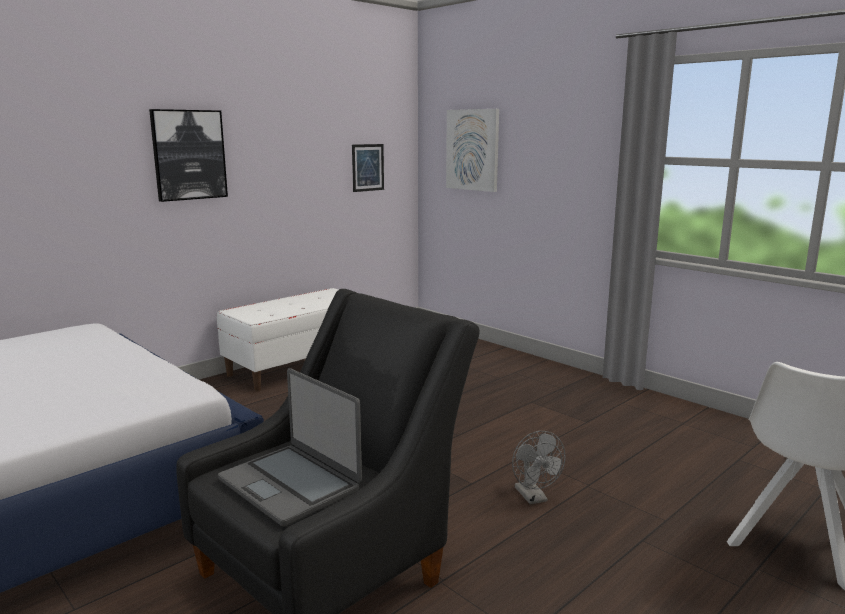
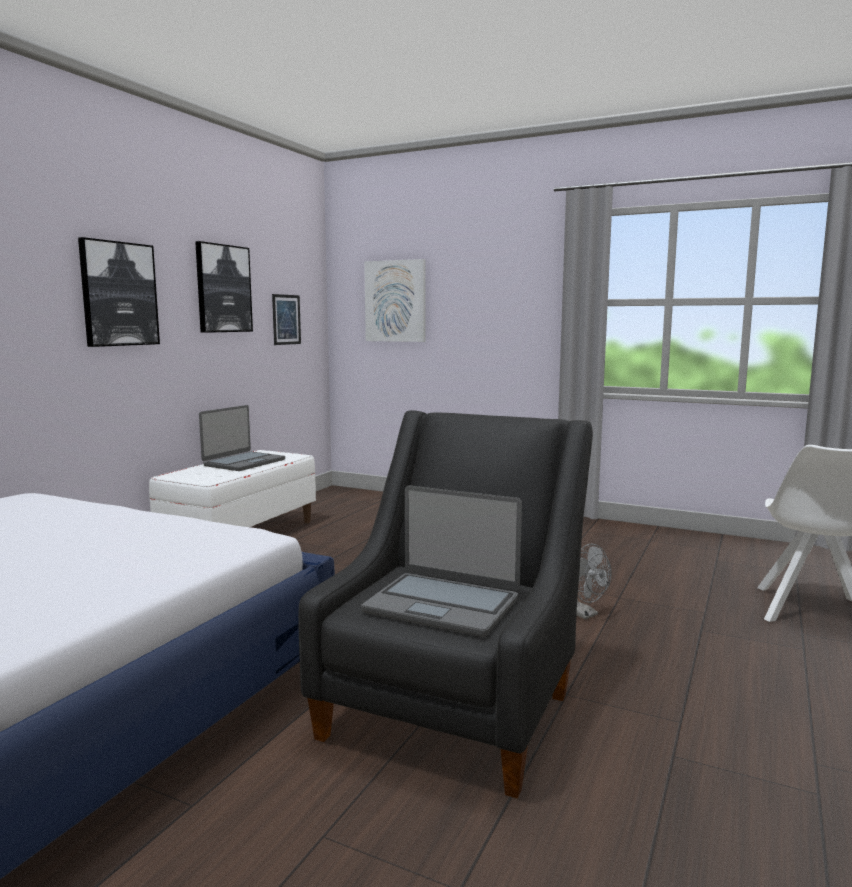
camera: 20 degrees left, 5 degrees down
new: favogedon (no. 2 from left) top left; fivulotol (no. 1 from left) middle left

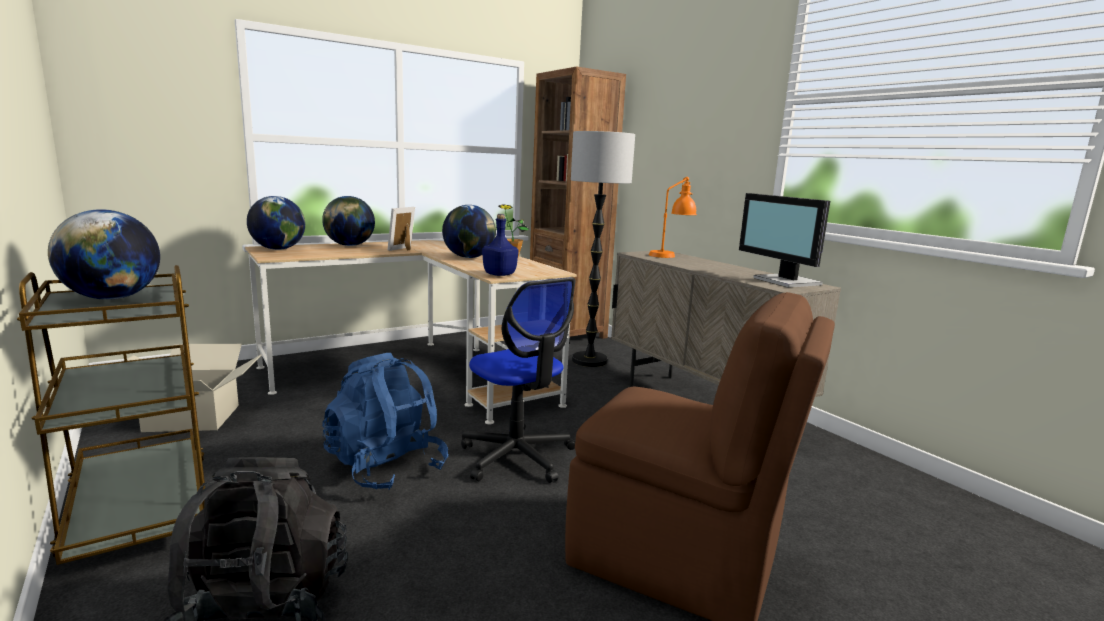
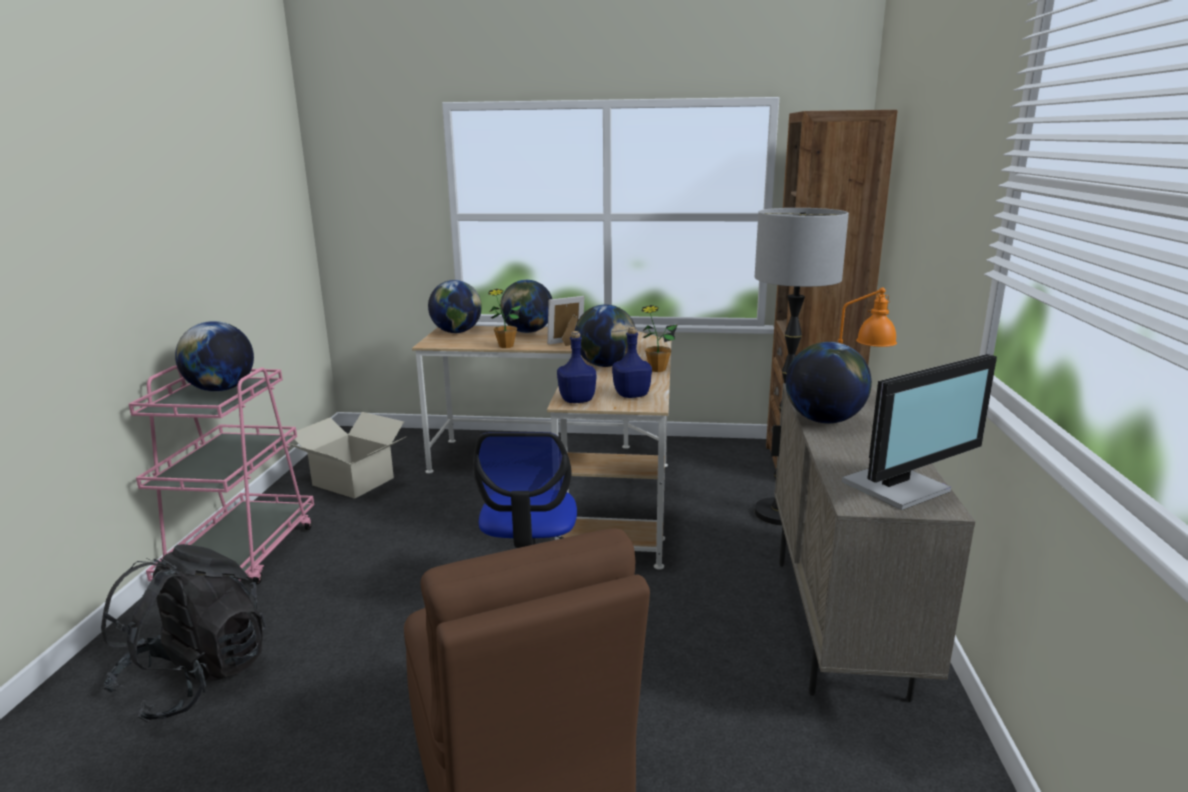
camera: 40 degrees right, 5 degrees up
gone: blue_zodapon bottom centre
new: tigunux (no. 1 from left) centre; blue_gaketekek (no. 2 from left) centre; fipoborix (no. 5 from left) middle right
repainted: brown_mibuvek bottom left to pink_mibuvek middle left
rotated: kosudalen middle right = middle right 135 degrees counterclockwise

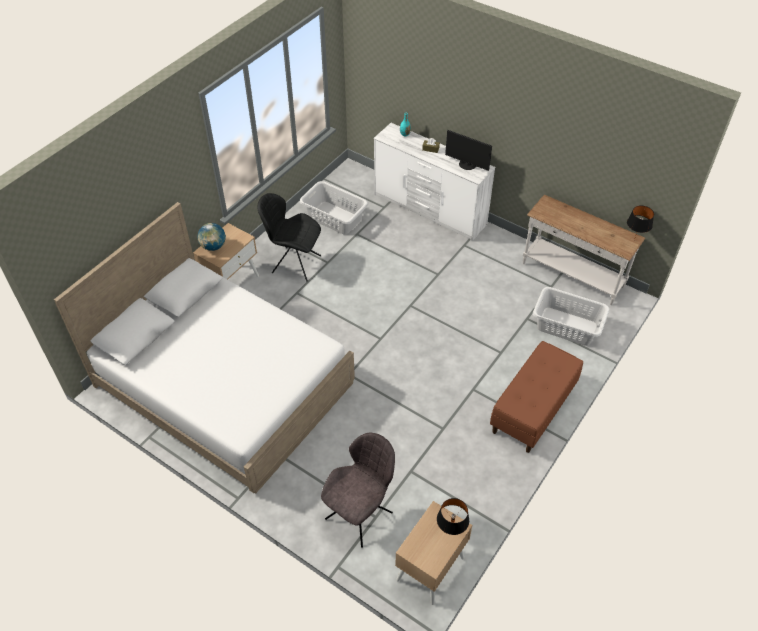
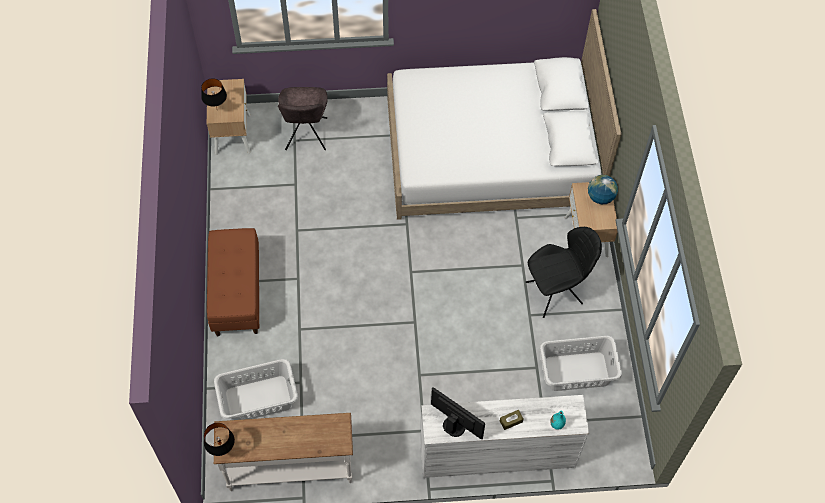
camera: 140 degrees right, 10 degrees up
rotated: kosudalen top centre = bottom centre 45 degrees clockwise

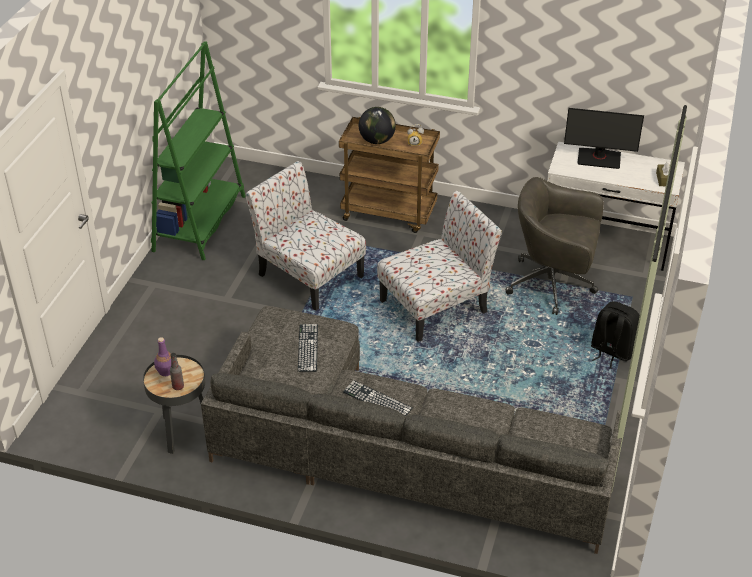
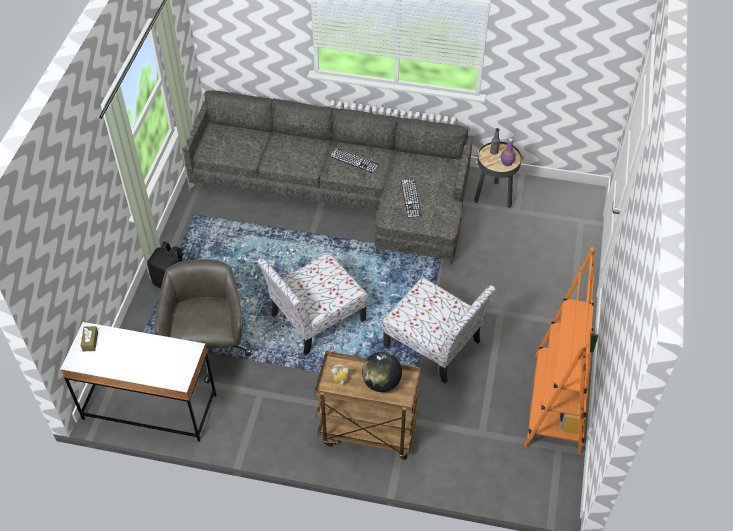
camera: 175 degrees right, 10 degrees up
gone: kosudalen top right
repainted: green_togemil top left to orange_togemil middle right
rotated: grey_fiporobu middle right = middle left 105 degrees counterclockwise

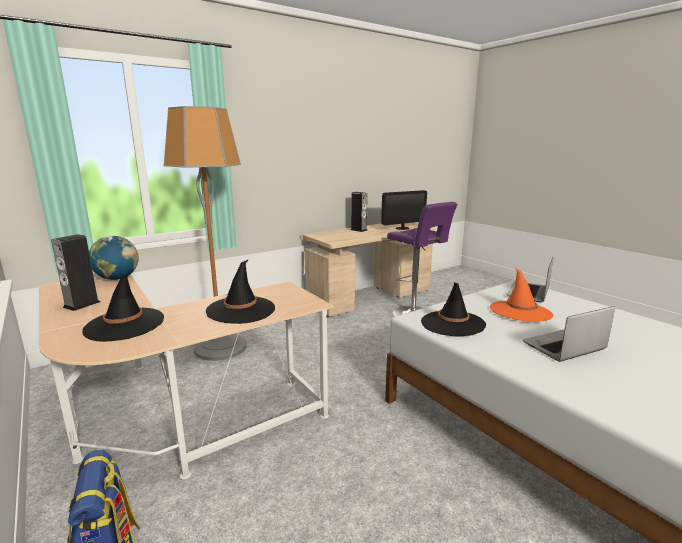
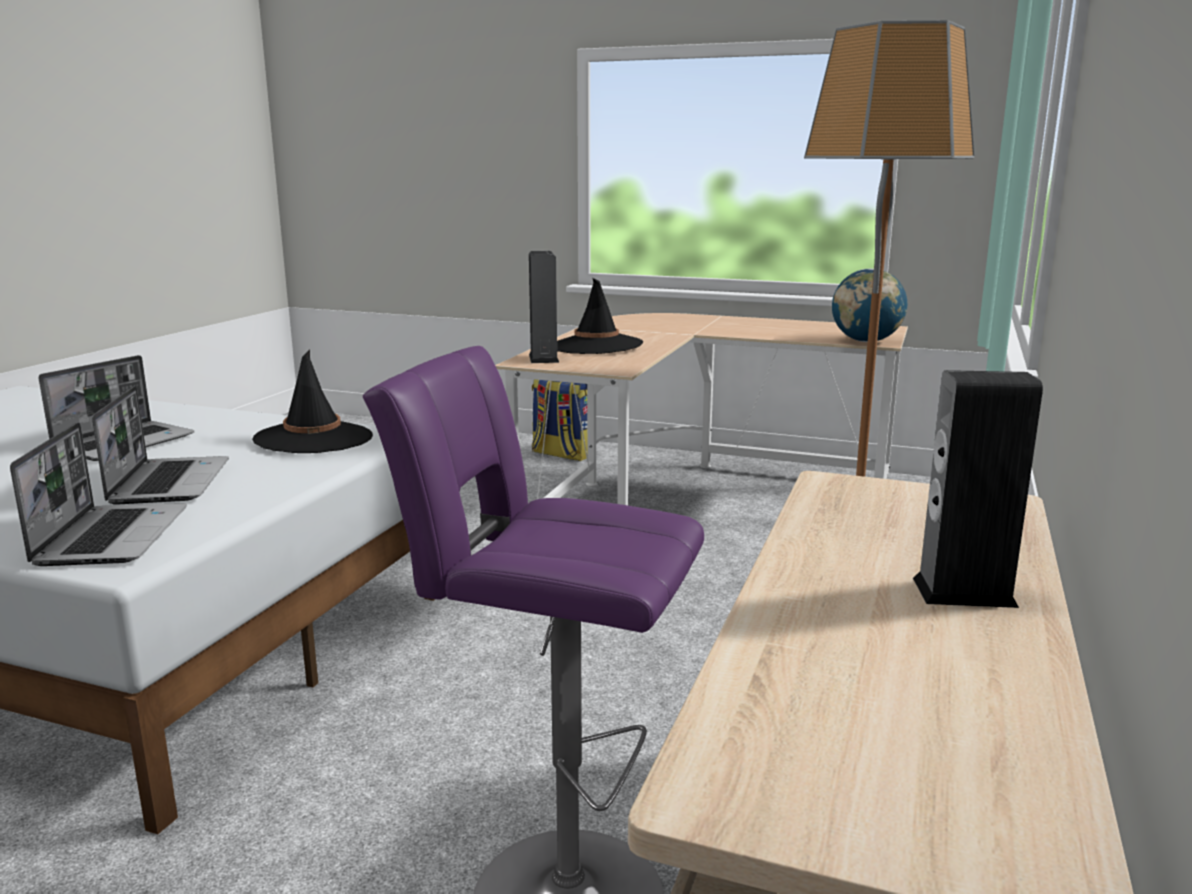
camera: 145 degrees right, 0 degrees up
gone: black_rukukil (no. 1 from left) middle left; kosudalen centre
shifted: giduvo (no. 1 from left) middle left to centre
swapped: orange_rukukil middle right to fivulotol (no. 3 from left) middle left

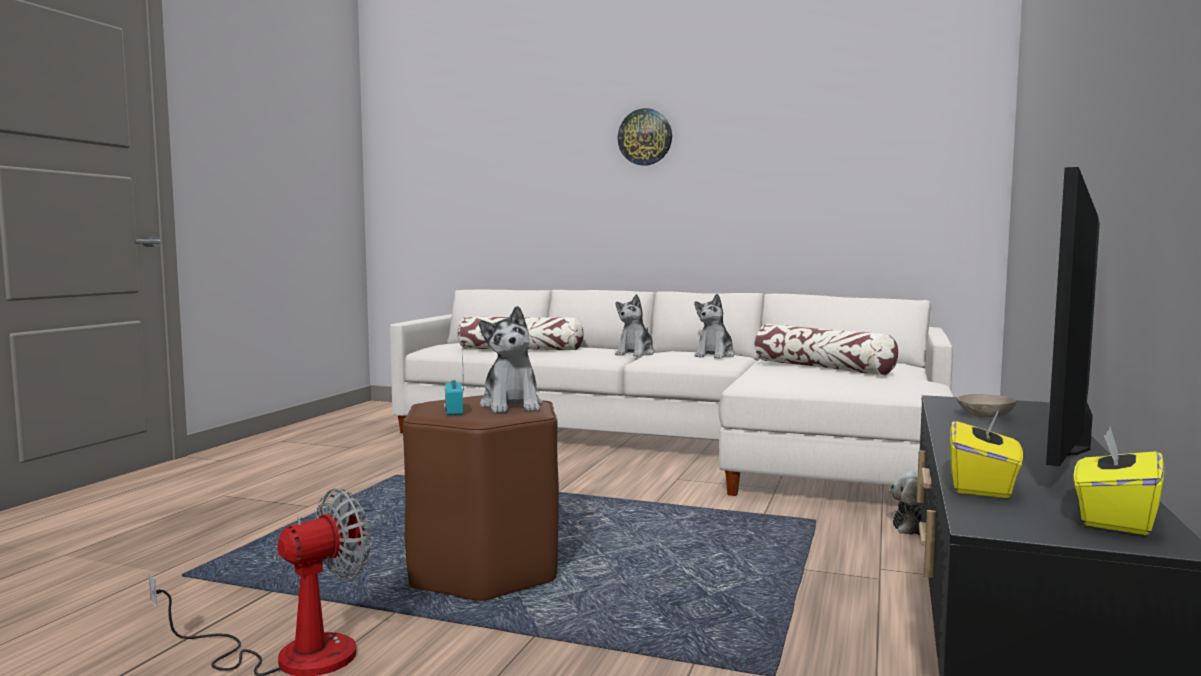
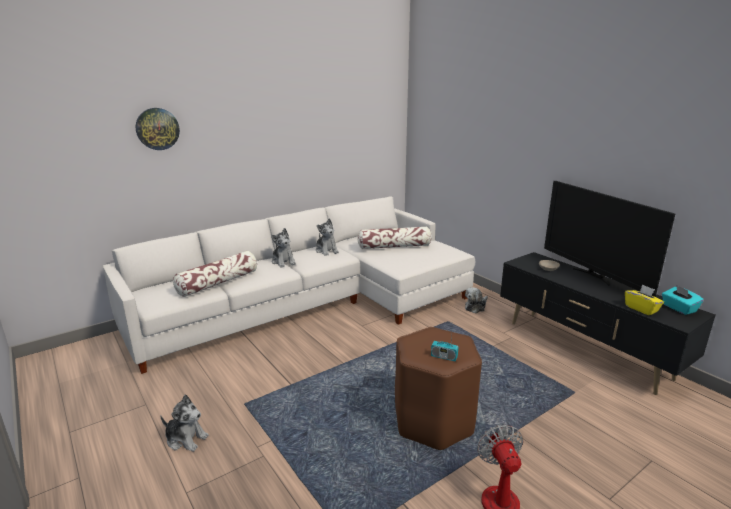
camera: 55 degrees left, 15 degrees up
shifted: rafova top centre to top left; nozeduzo (no. 1 from left) centre to bottom left
repainted: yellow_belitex (no. 2 from left) bottom right to turquoise_belitex middle right

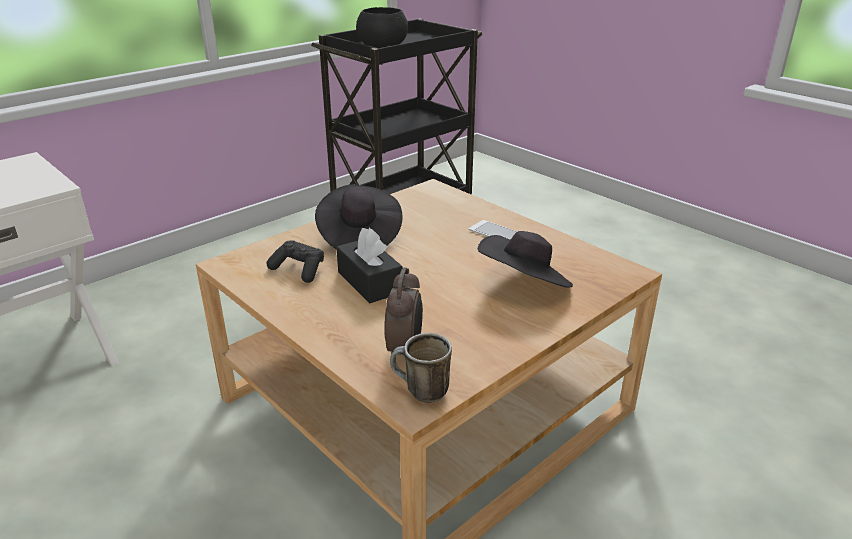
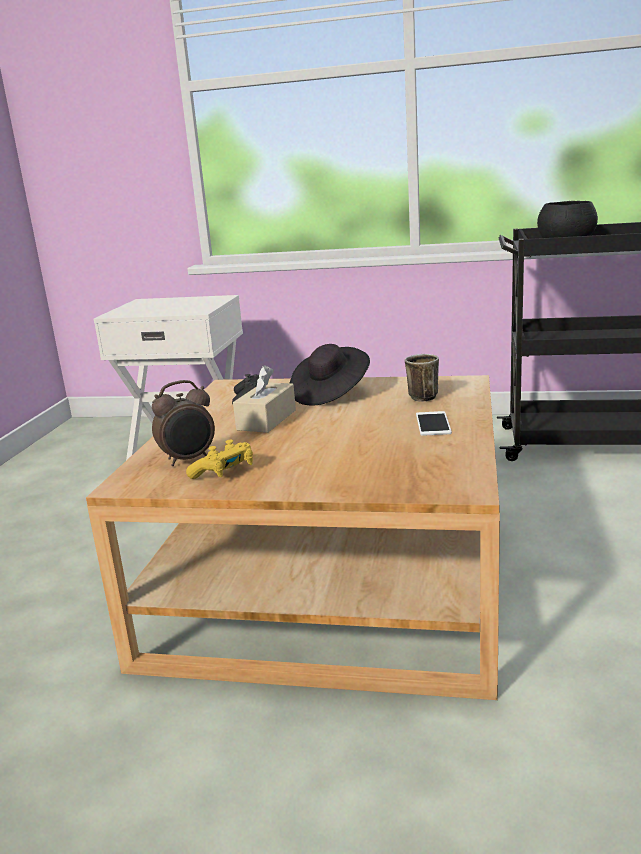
camera: 55 degrees right, 10 degrees down
gone: black_rukukil (no. 2 from left) centre
new: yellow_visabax centre
shifted: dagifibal bottom centre to centre
repainted: black_belitex centre to beige_belitex centre

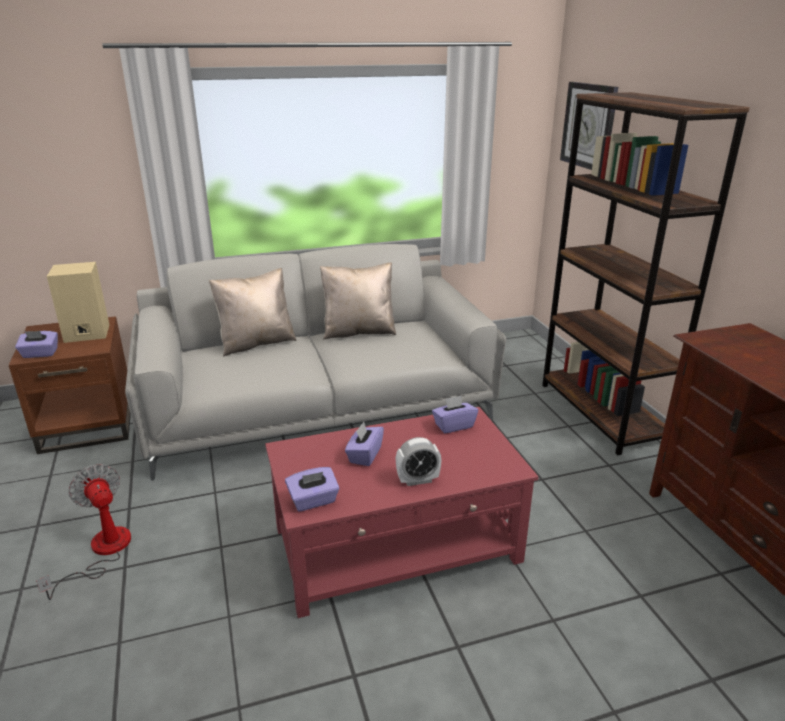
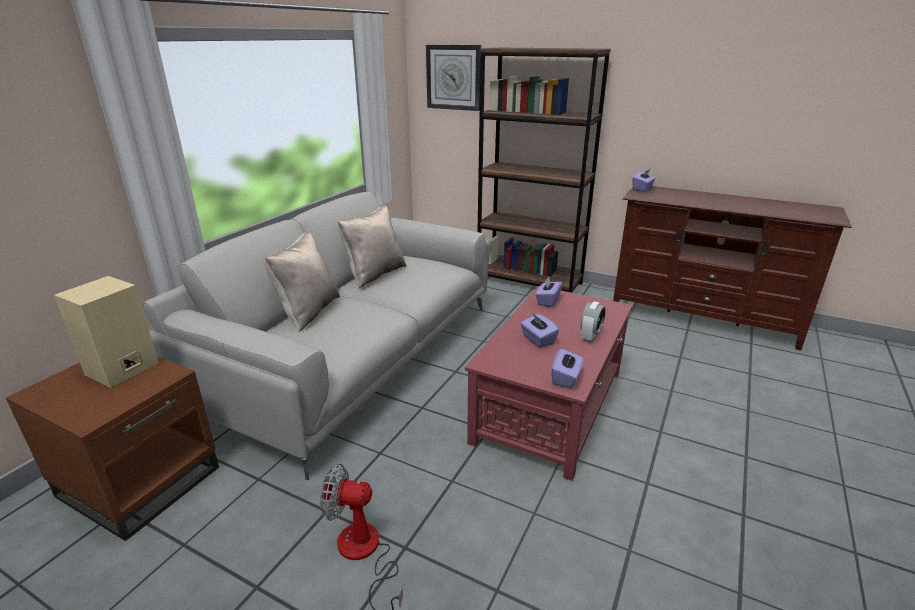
camera: 45 degrees left, 0 degrees up
shifted: purple_belitex (no. 1 from left in the first image) middle left to purple_belitex (no. 4 from left) top right

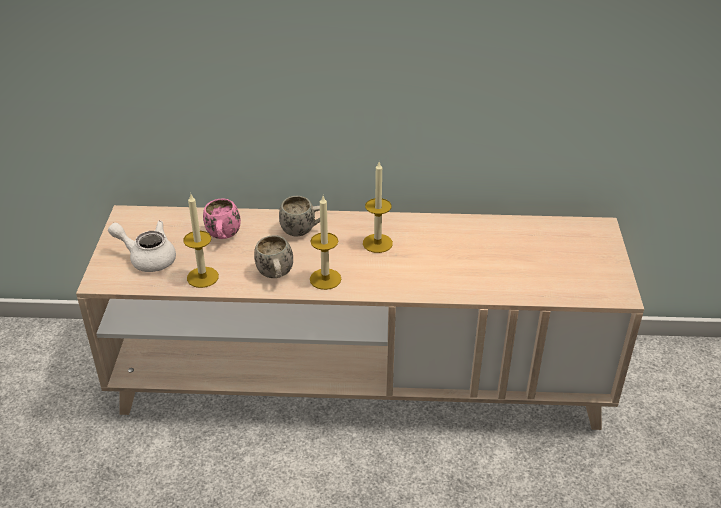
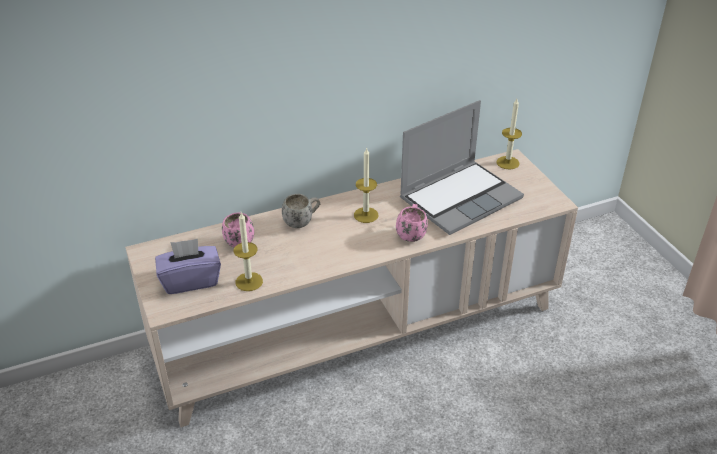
camera: 25 degrees left, 0 degrees up
gone: white_dagifibal (no. 1 from left) centre
new: pink_dagifibal (no. 2 from left) centre; fivulotol centre
shifted: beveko (no. 2 from left in the first image) centre to beveko (no. 3 from left) top right
swapped: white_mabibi middle left to purple_belitex middle left

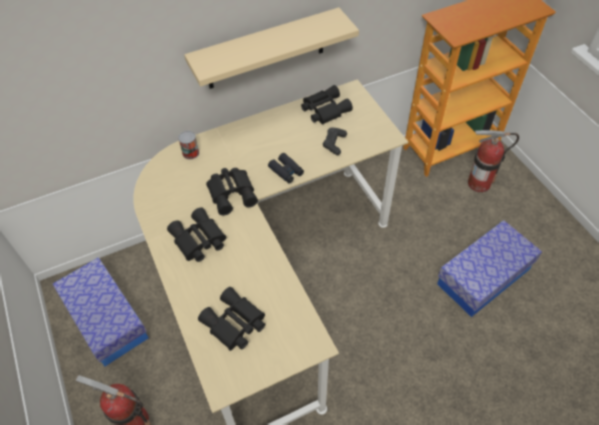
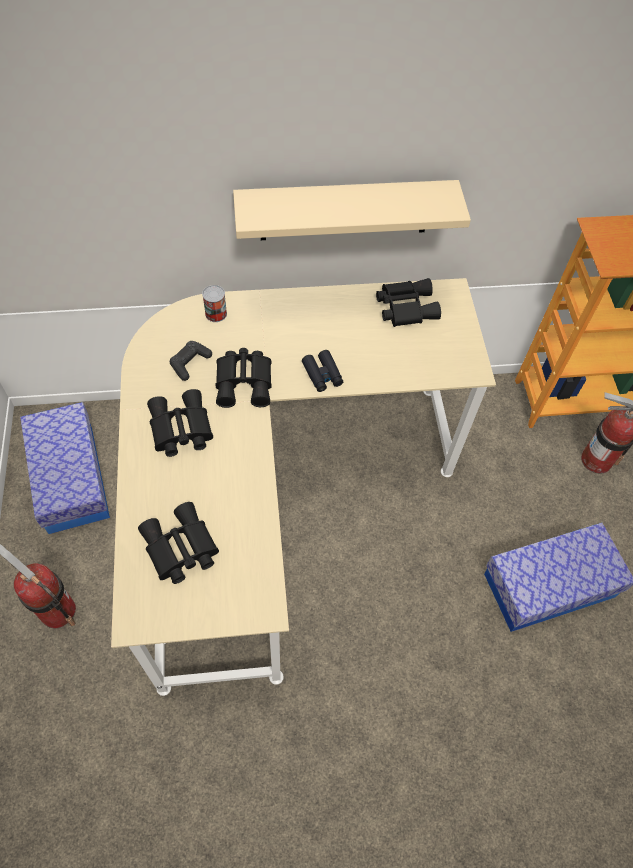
camera: 15 degrees right, 5 degrees up
shifted: black_visabax top centre to middle left

